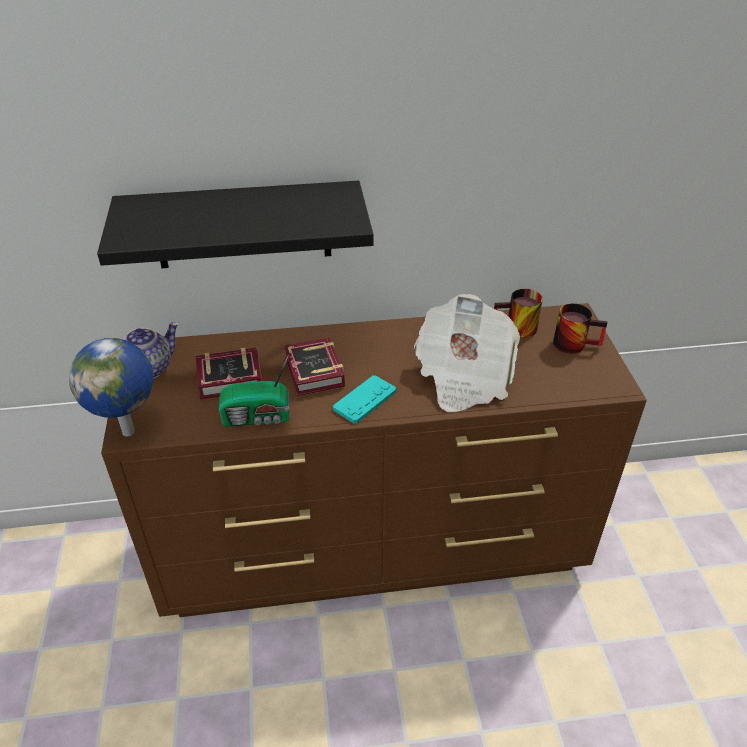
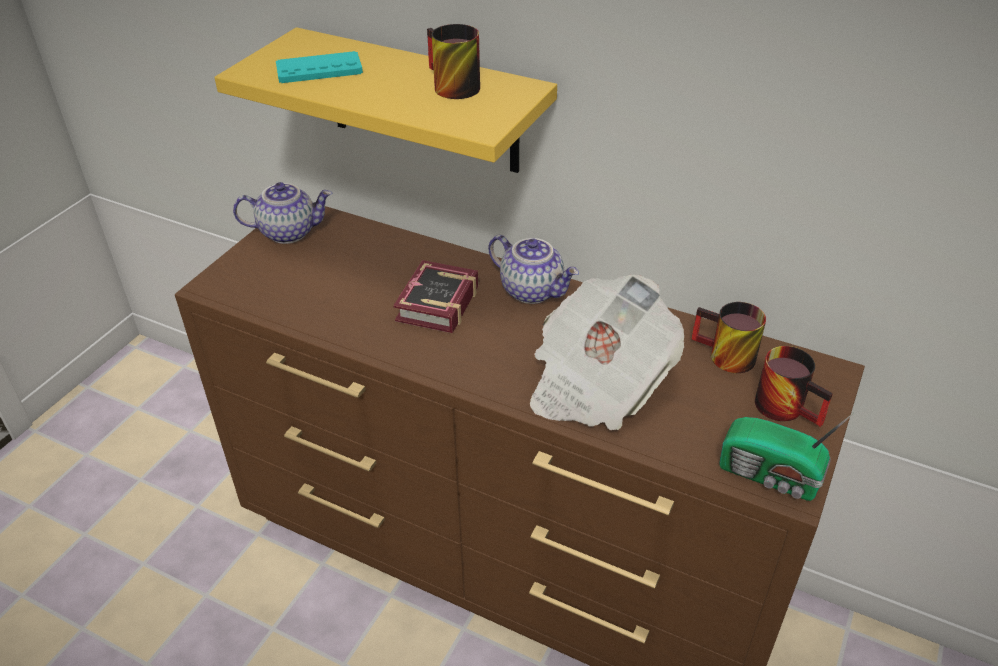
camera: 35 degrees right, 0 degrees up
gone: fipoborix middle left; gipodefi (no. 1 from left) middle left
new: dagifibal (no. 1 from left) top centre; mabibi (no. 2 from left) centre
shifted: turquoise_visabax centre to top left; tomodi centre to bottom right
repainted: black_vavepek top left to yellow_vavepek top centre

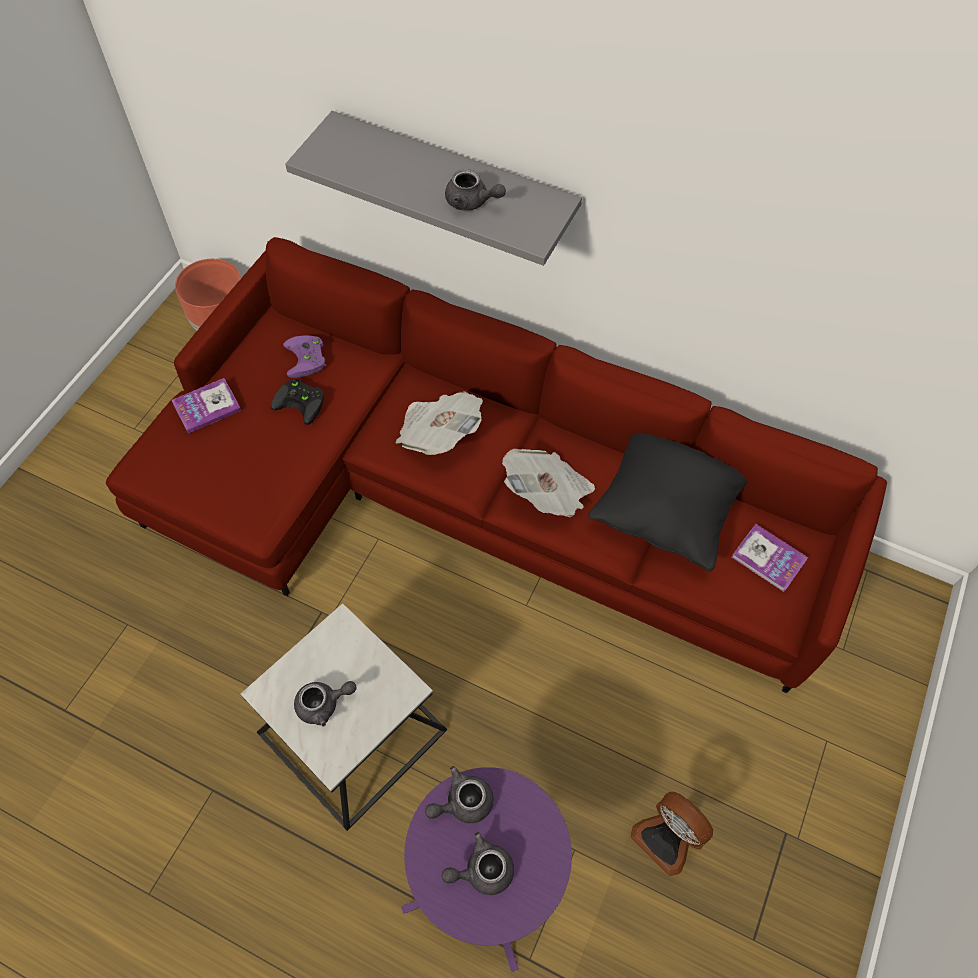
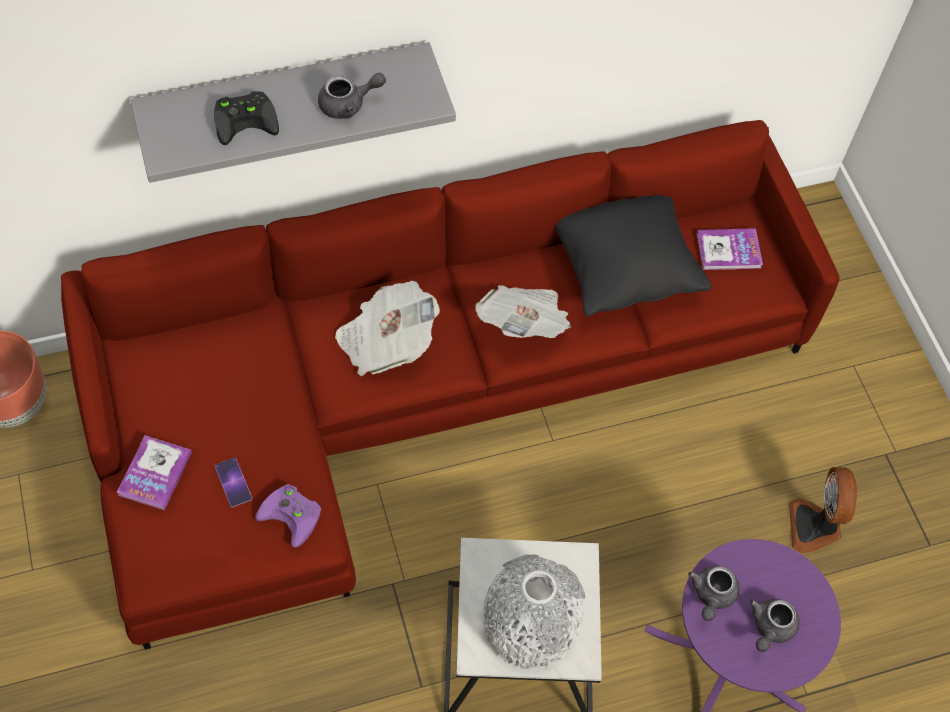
camera: 45 degrees left, 0 degrees up
new: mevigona bottom left
shifted: black_visabax middle left to top left; purple_visabax middle left to bottom left
swapped: grey_mabibi (no. 1 from left) bottom left to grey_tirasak bottom centre
rotated: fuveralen bottom right = bottom right 90 degrees clockwise

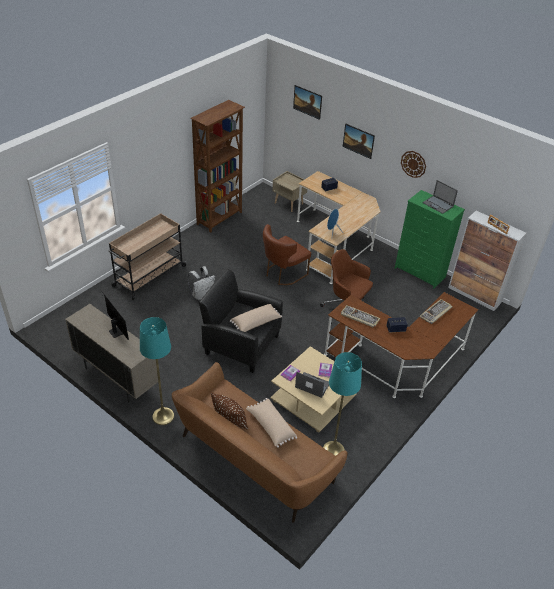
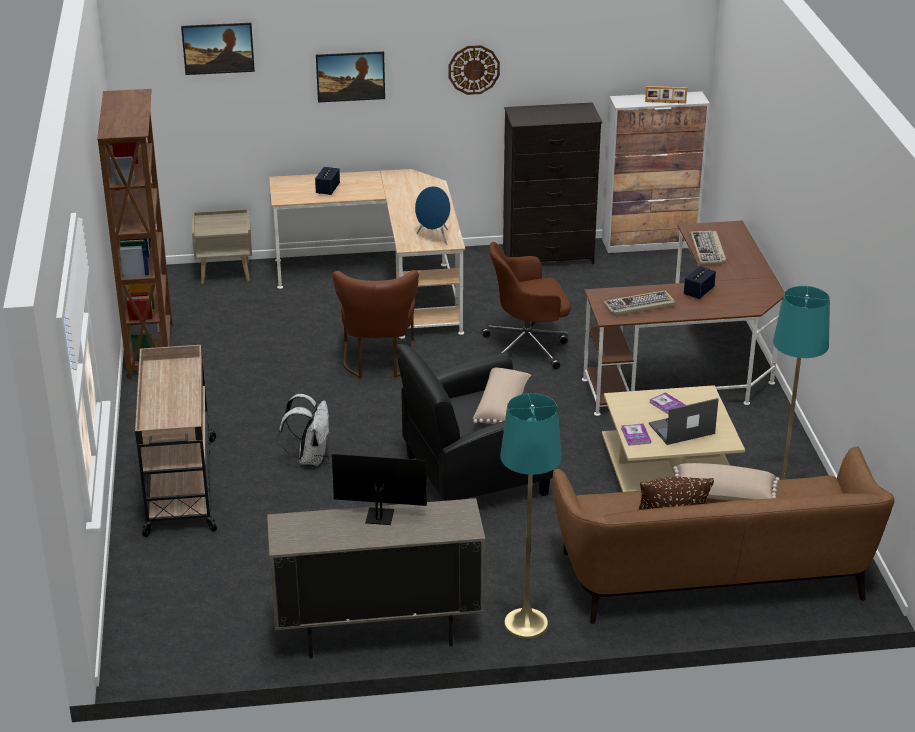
camera: 45 degrees left, 10 degrees down
gone: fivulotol (no. 2 from left) middle right
repainted: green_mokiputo middle right to black_mokiputo top centre

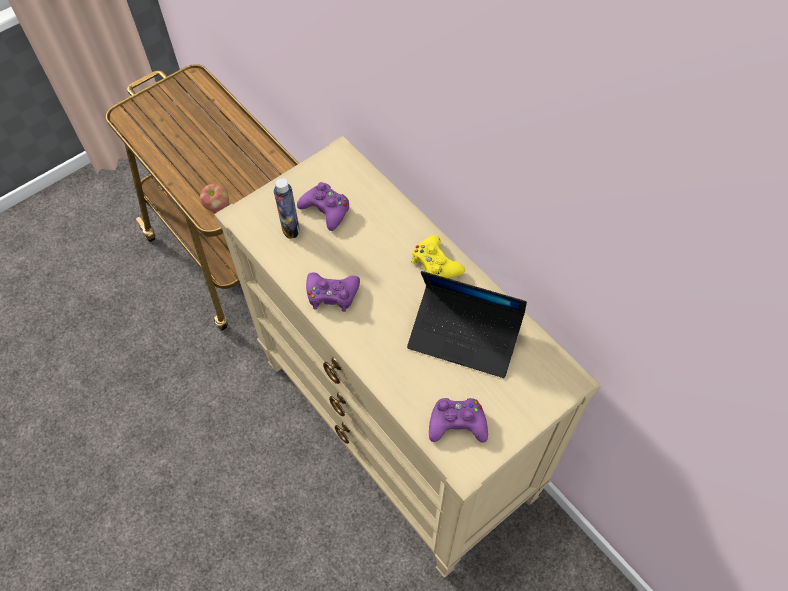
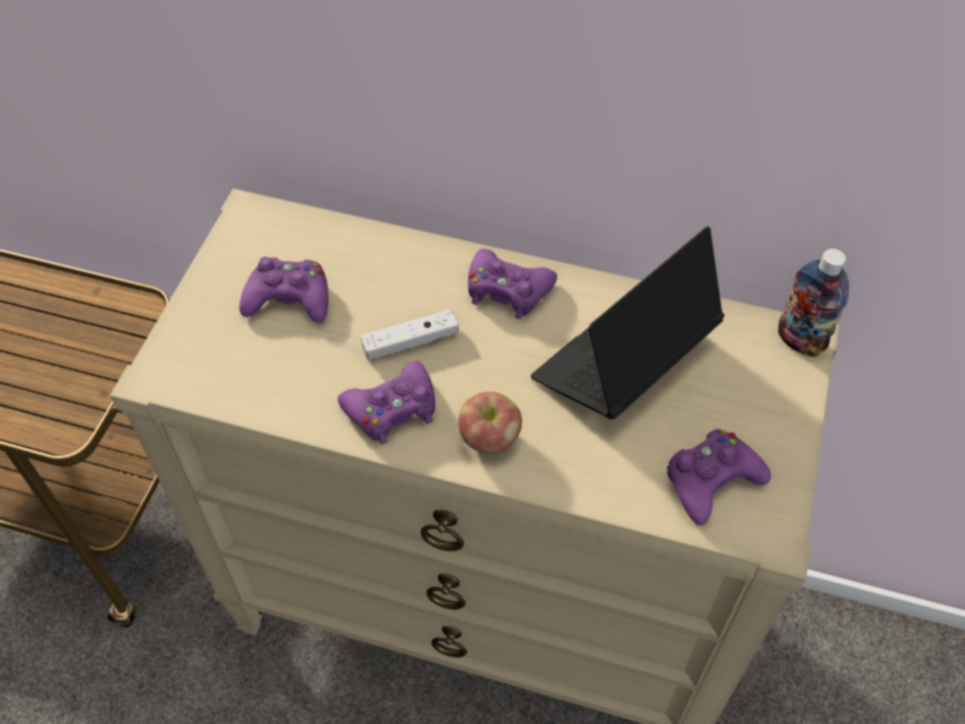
camera: 35 degrees left, 5 degrees down
new: white_visabax centre
shifted: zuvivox middle left to centre; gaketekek centre to middle right
repainted: yellow_visabax centre to purple_visabax (no. 3 from left) centre
rotated: fivulotol centre = centre 150 degrees clockwise

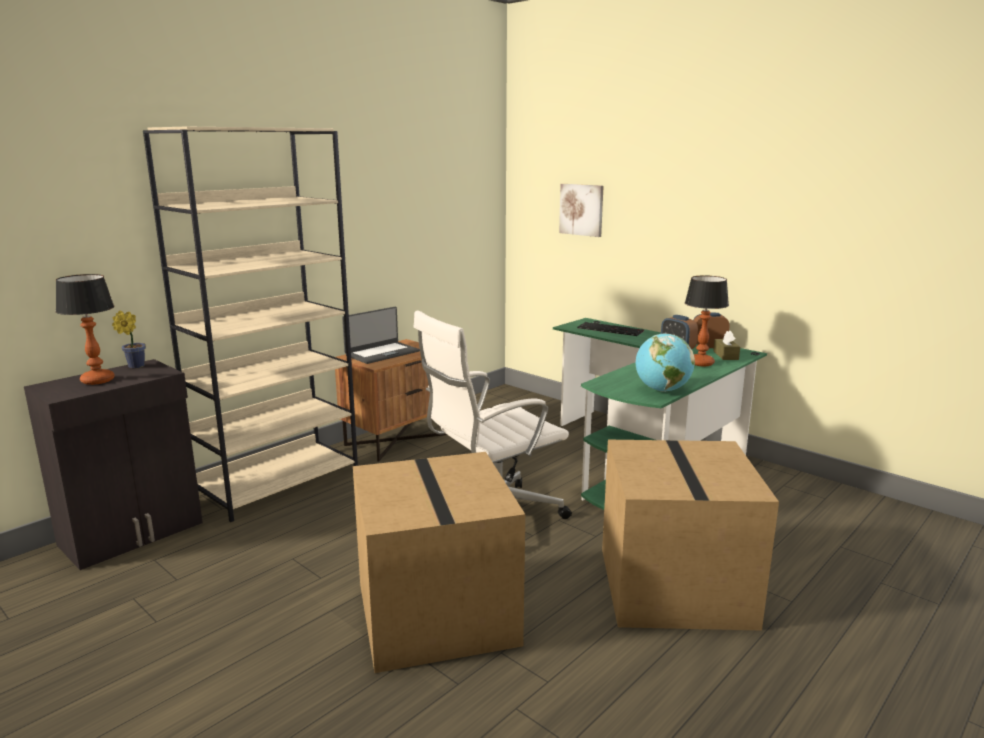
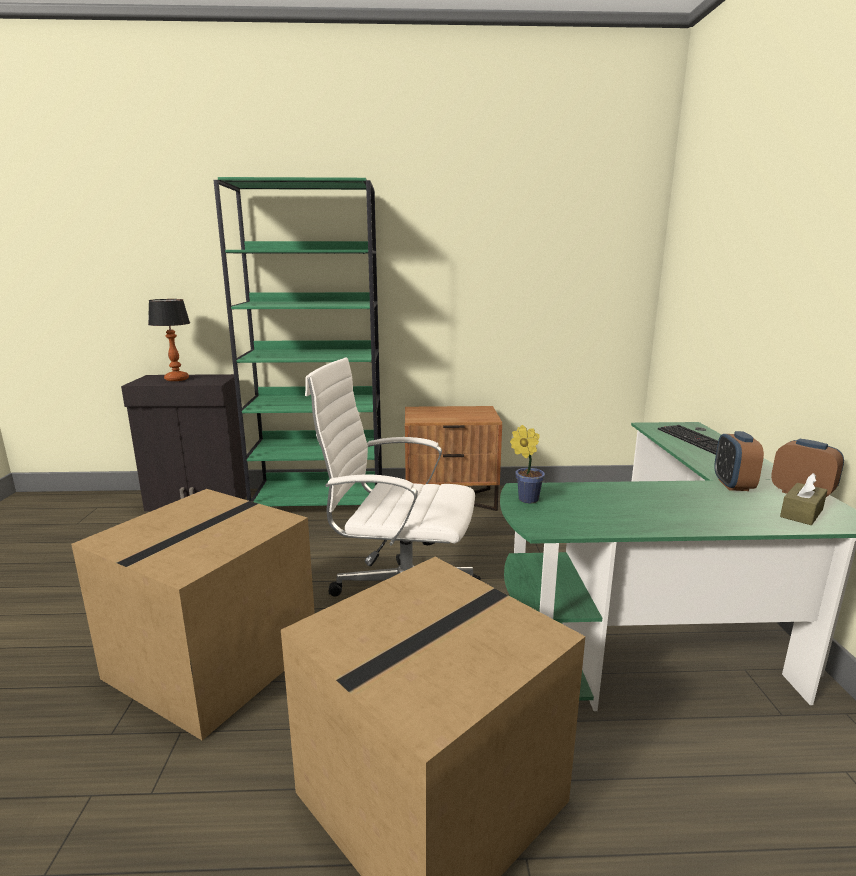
camera: 45 degrees right, 0 degrees up
gone: fivulotol centre; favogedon top centre; fipoborix middle right; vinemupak (no. 2 from left) middle right
shifted: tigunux middle left to centre
repainted: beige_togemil middle left to green_togemil centre

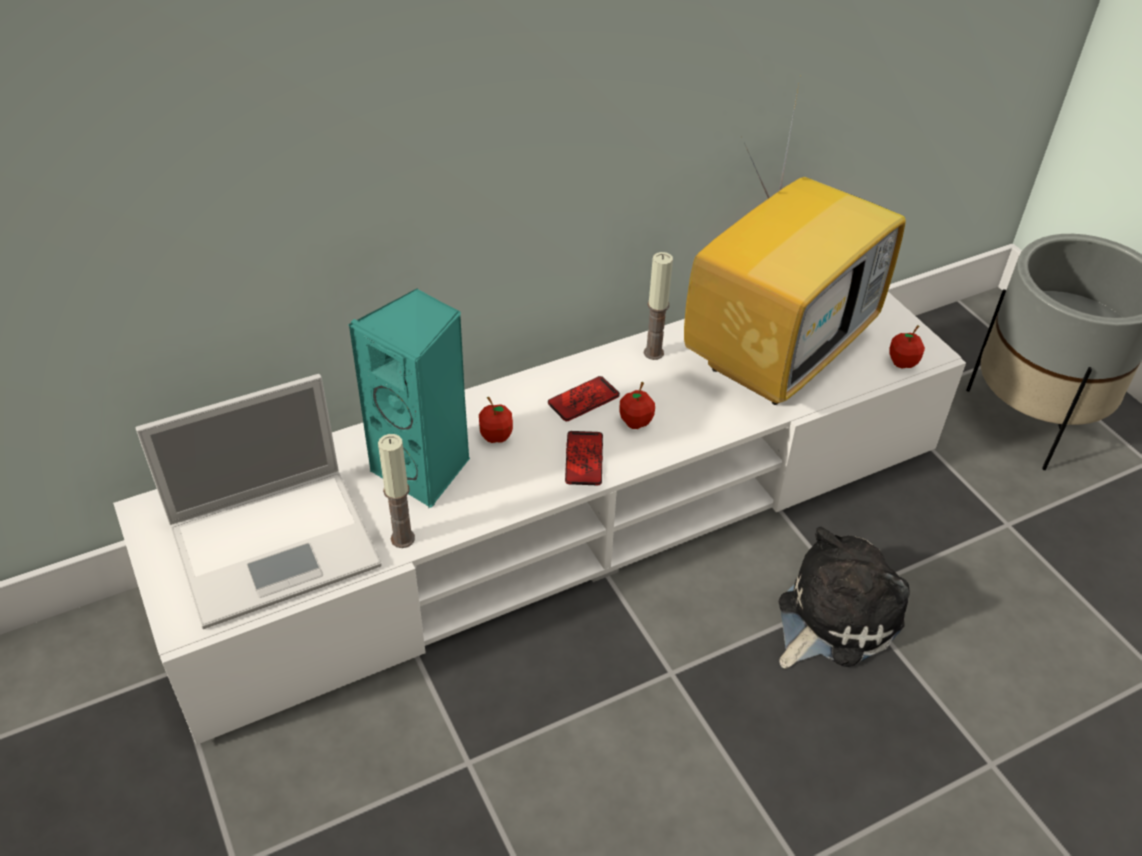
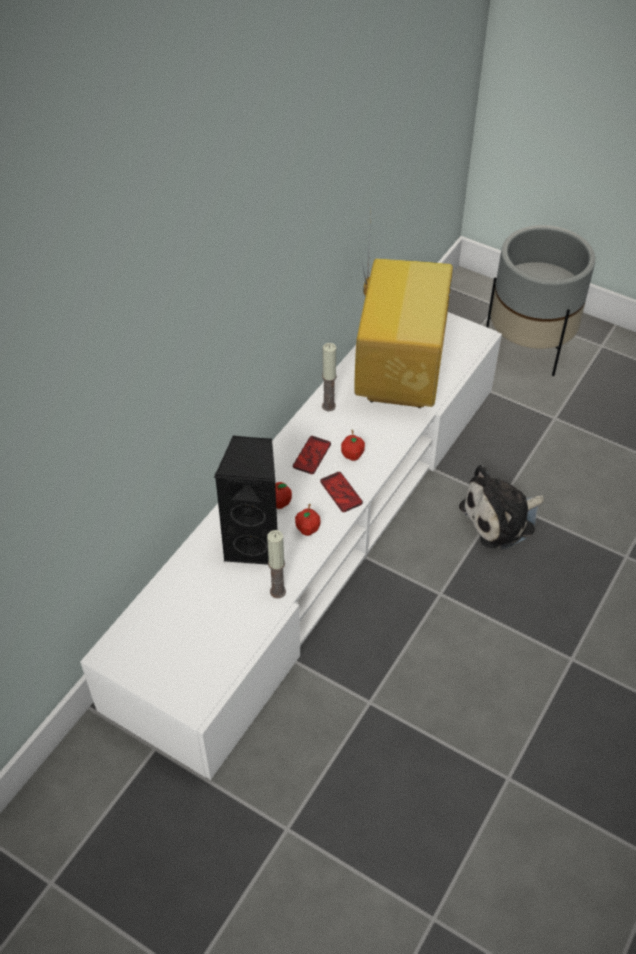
camera: 30 degrees left, 5 degrees up
gone: fivulotol middle left
shifted: zuvivox (no. 3 from left in the first image) middle right to zuvivox (no. 2 from left) centre
repainted: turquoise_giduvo centre to black_giduvo centre
rotated: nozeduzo bottom right = middle right 135 degrees counterclockwise

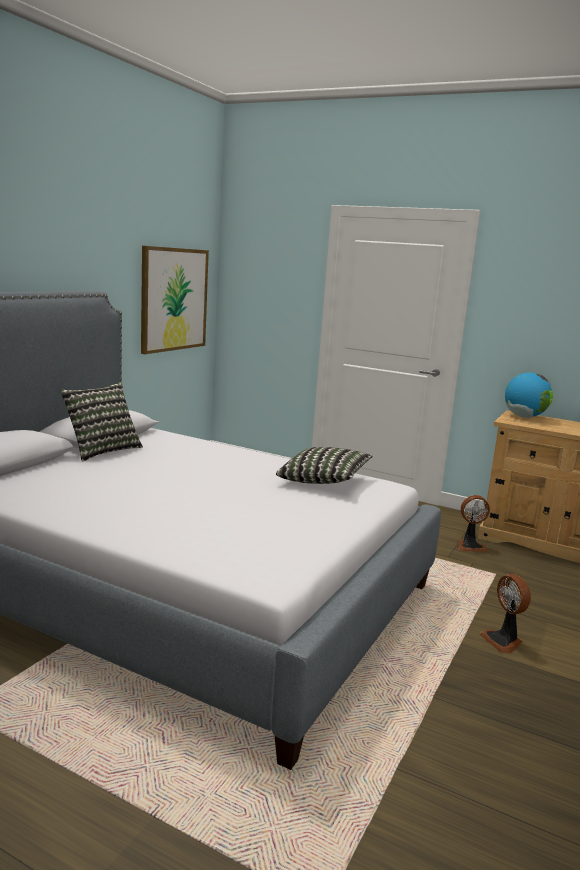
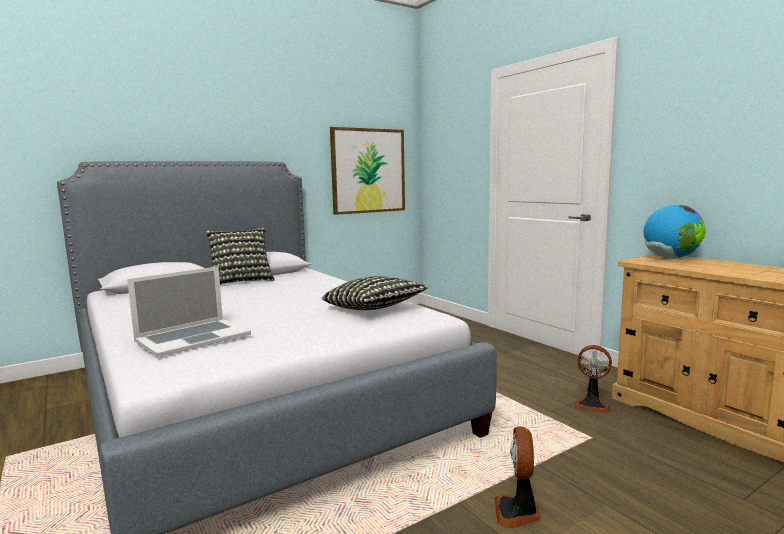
camera: 30 degrees right, 5 degrees down
new: fivulotol middle left

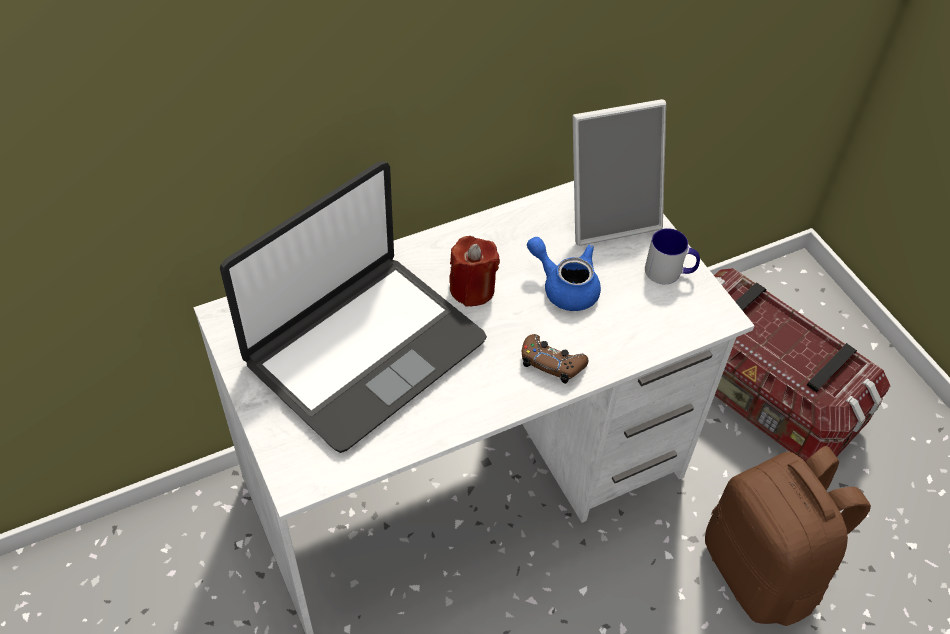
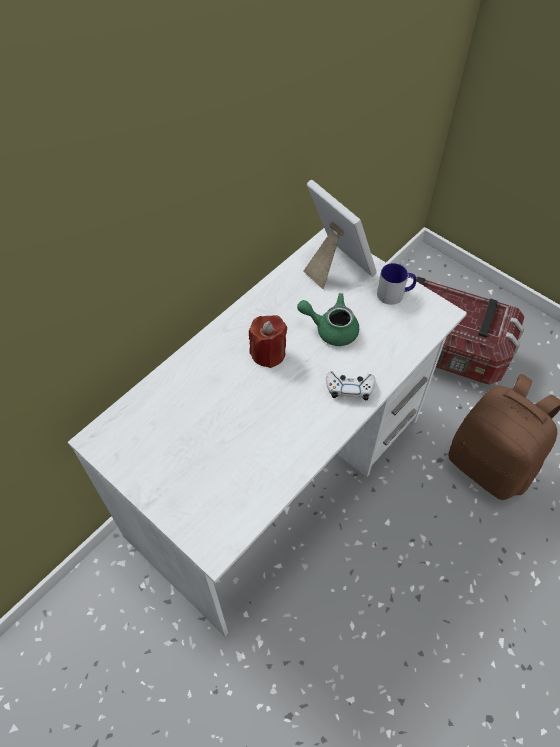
camera: 20 degrees left, 5 degrees up
gone: fivulotol centre
repainted: blue_mabibi centre to green_mabibi centre; brown_visabax centre to white_visabax centre
rotated: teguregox top centre = top centre 90 degrees counterclockwise

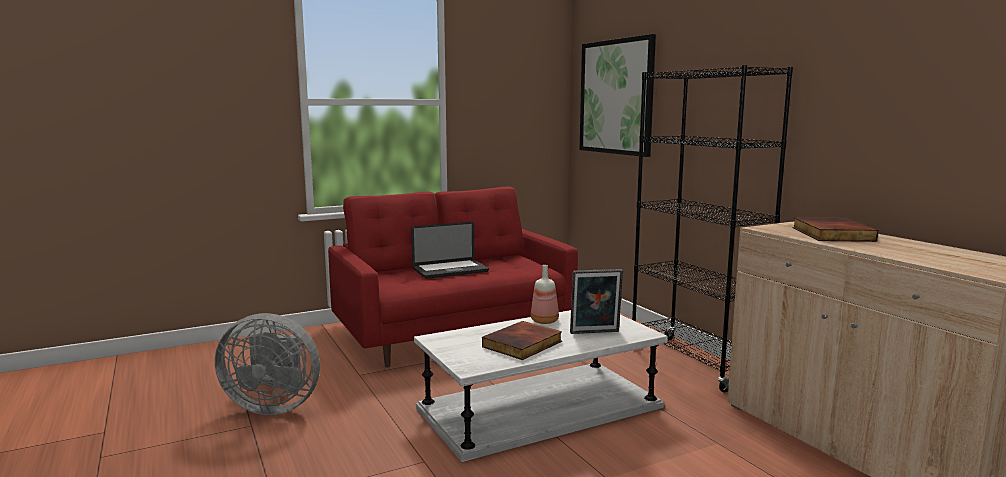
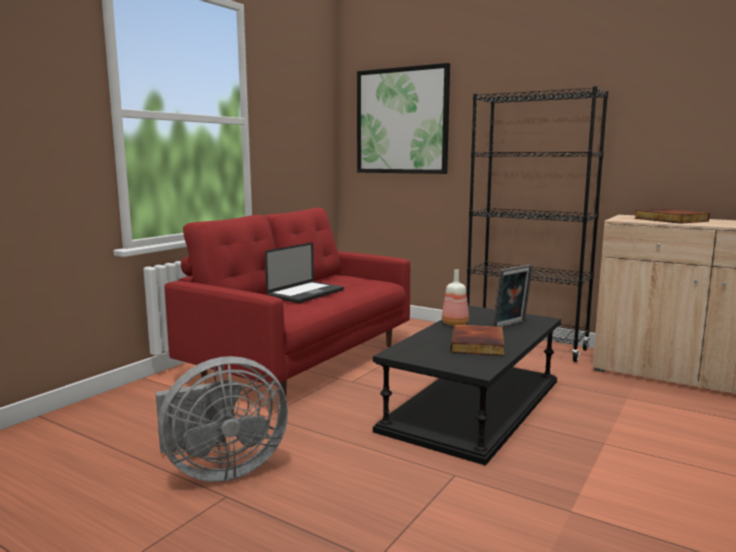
camera: 30 degrees left, 0 degrees up
repainted: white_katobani bottom centre to black_katobani bottom centre

